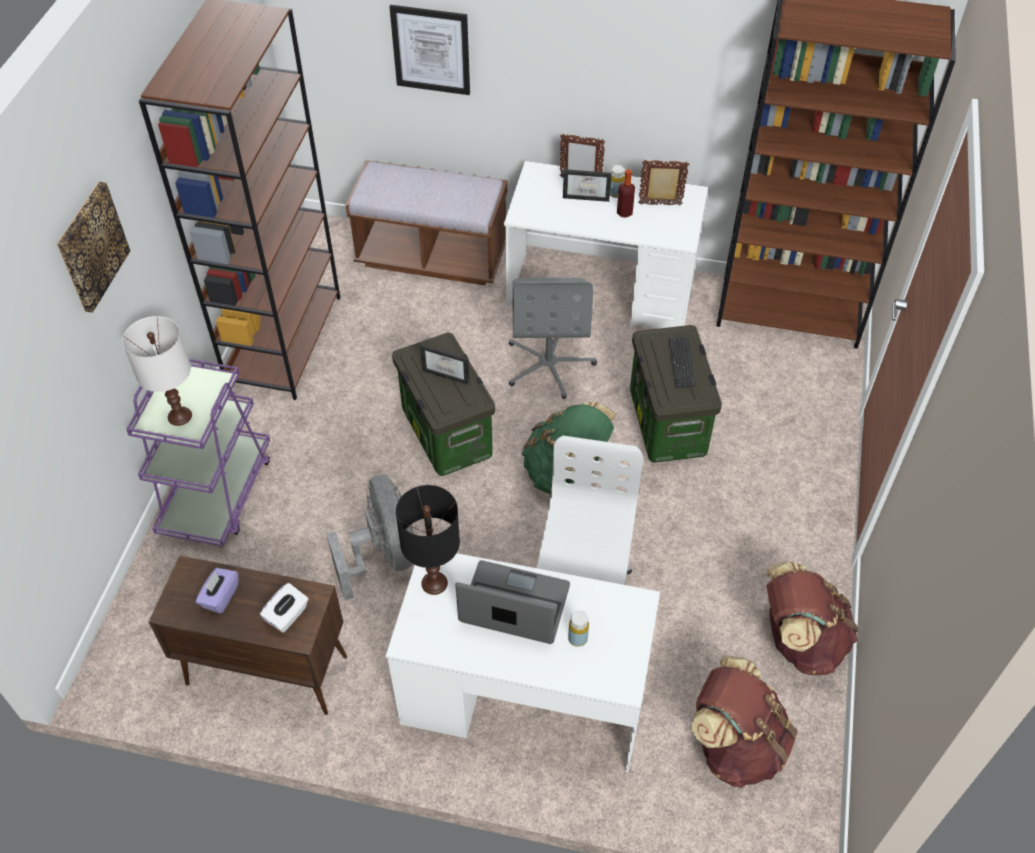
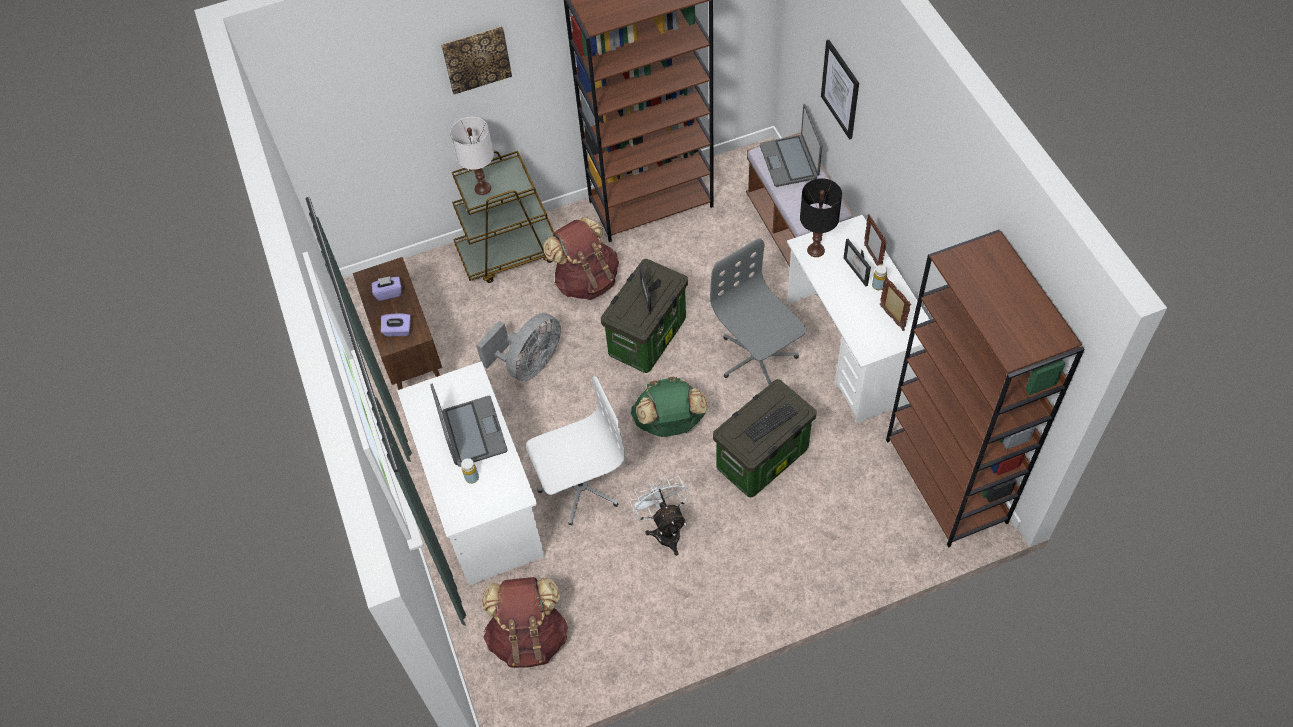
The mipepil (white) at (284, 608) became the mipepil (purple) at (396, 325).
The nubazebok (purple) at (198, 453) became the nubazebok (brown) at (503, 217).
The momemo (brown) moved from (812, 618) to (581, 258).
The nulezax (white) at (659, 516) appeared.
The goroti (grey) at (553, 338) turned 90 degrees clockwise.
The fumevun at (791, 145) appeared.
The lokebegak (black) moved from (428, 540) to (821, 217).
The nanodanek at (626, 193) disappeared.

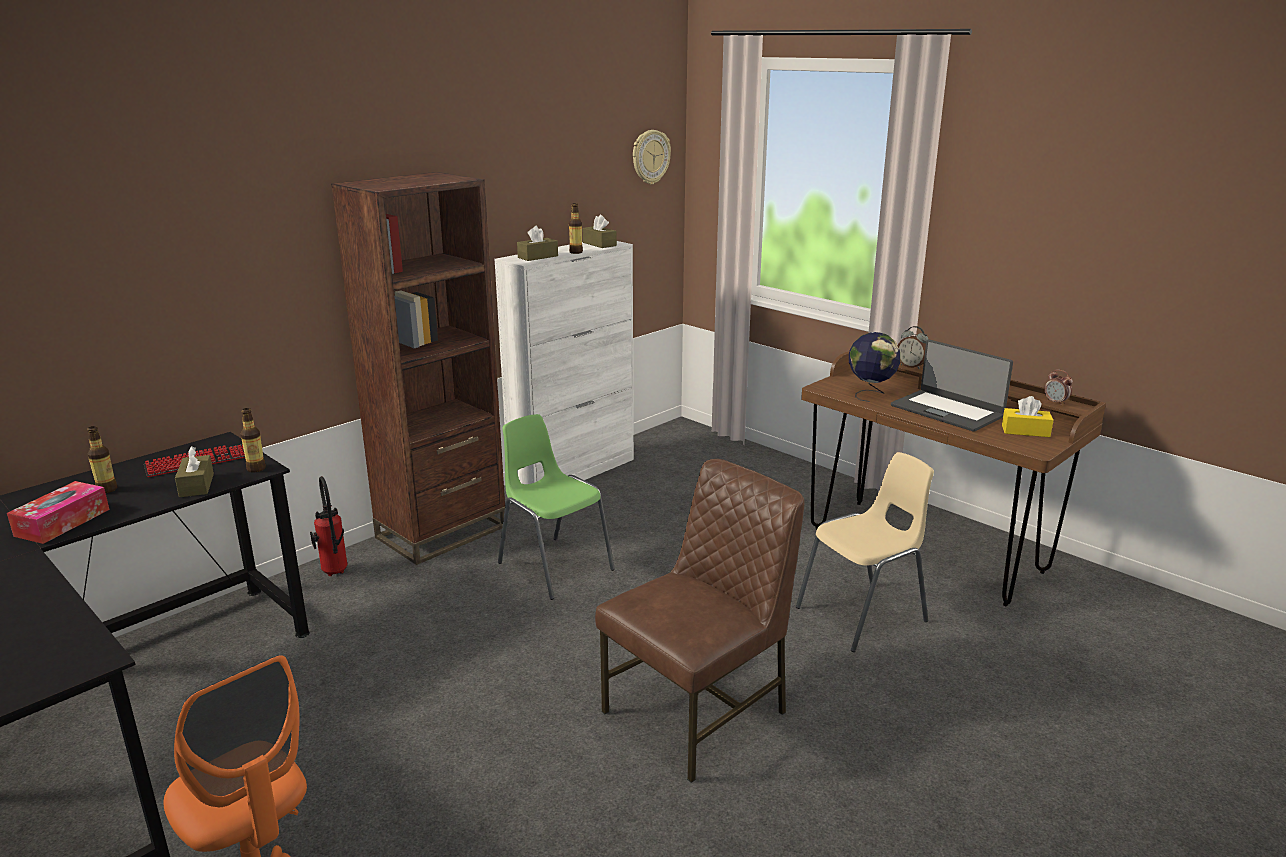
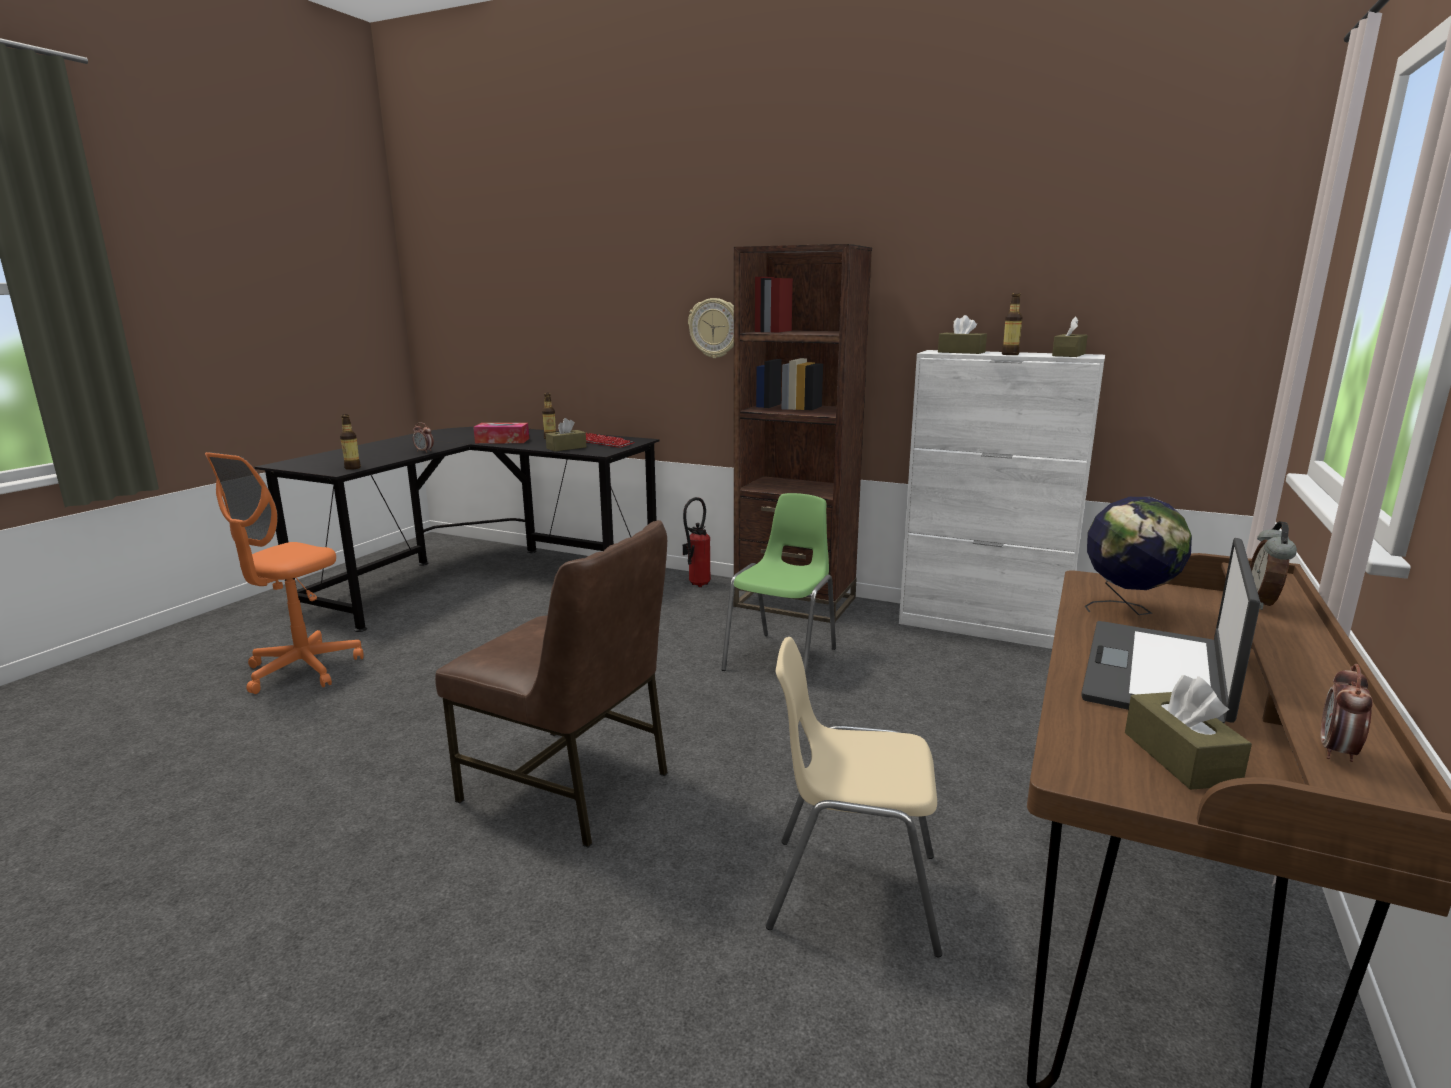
The nanodanek moved from (253, 440) to (350, 442).
The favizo at (423, 437) appeared.
The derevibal moved from (652, 157) to (711, 328).
The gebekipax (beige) at (865, 552) turned 150 degrees clockwise.
The mipepil (yellow) at (1027, 416) became the mipepil (brown) at (1188, 732).

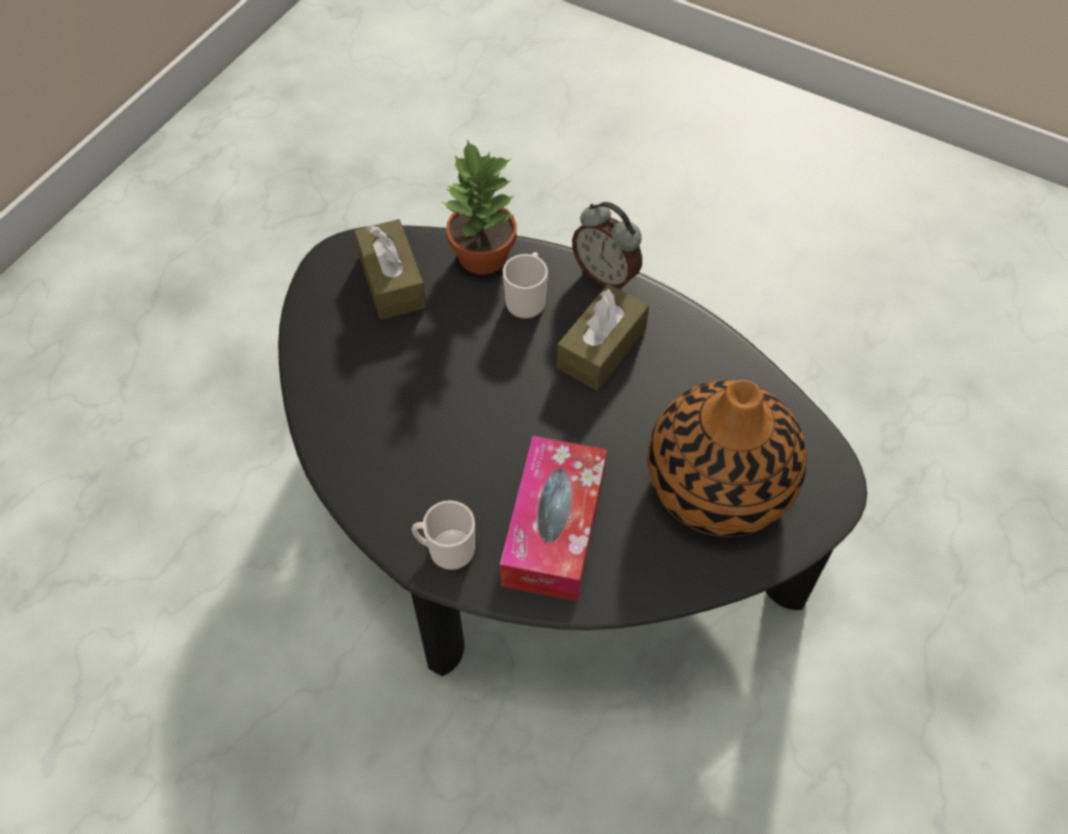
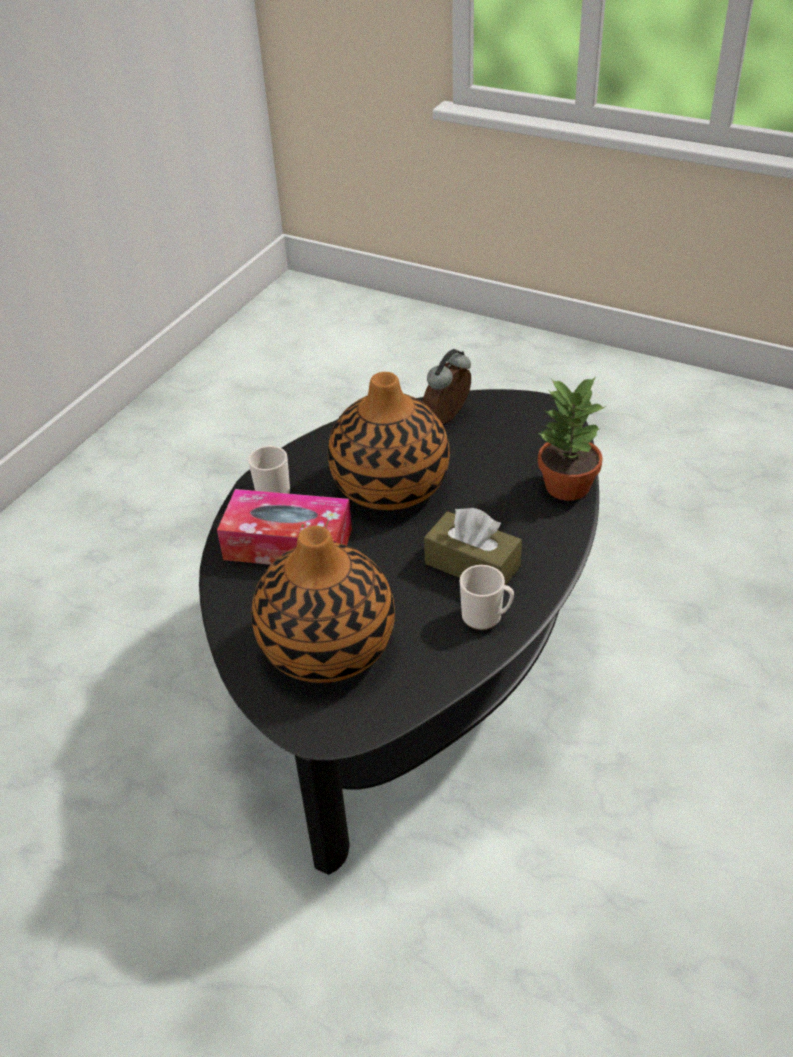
The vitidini at (389, 441) appeared.
The favizo moved from (607, 246) to (447, 386).
The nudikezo moved from (525, 285) to (487, 597).
The mipepil (brown) at (390, 269) disappeared.

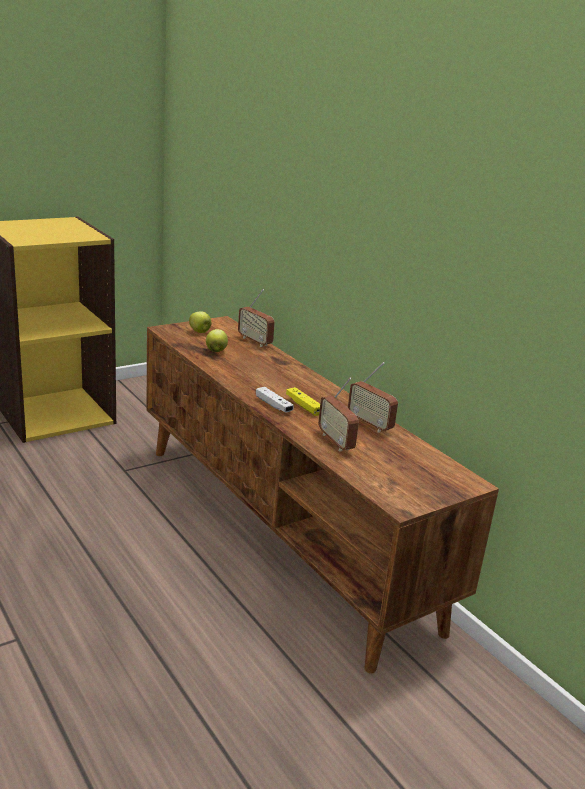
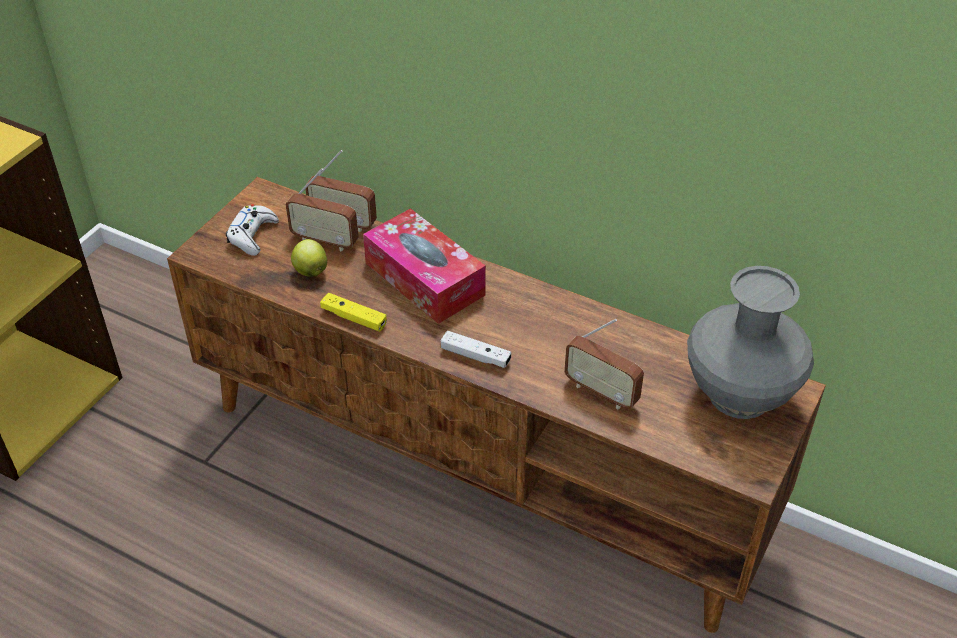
The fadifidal at (200, 322) was replaced by the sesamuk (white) at (252, 230).
The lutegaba moved from (373, 397) to (322, 209).
The sesamuk (yellow) moved from (303, 401) to (353, 312).
The mipepil at (424, 266) appeared.
The vitidini (grey) at (750, 342) appeared.

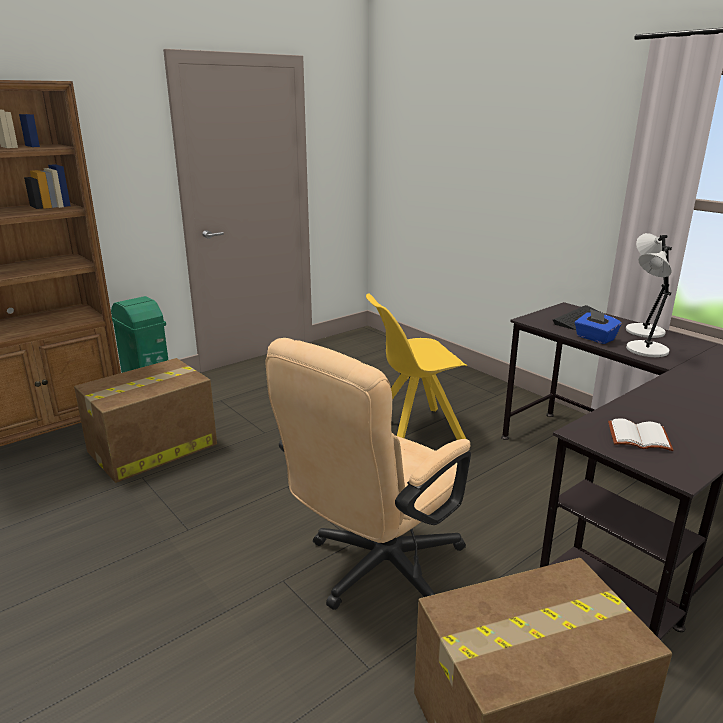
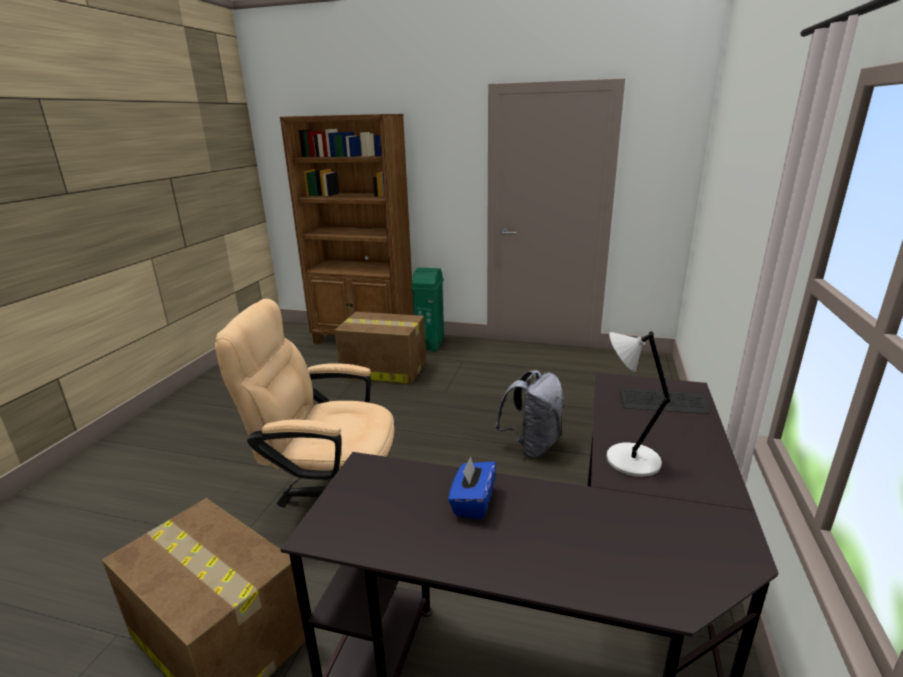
The mipepil (blue) moved from (598, 326) to (472, 488).
The gebekipax (yellow) at (416, 367) was replaced by the momemo (grey) at (529, 414).
The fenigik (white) at (640, 434) disappeared.
The lokebegak (grey) at (647, 285) disappeared.

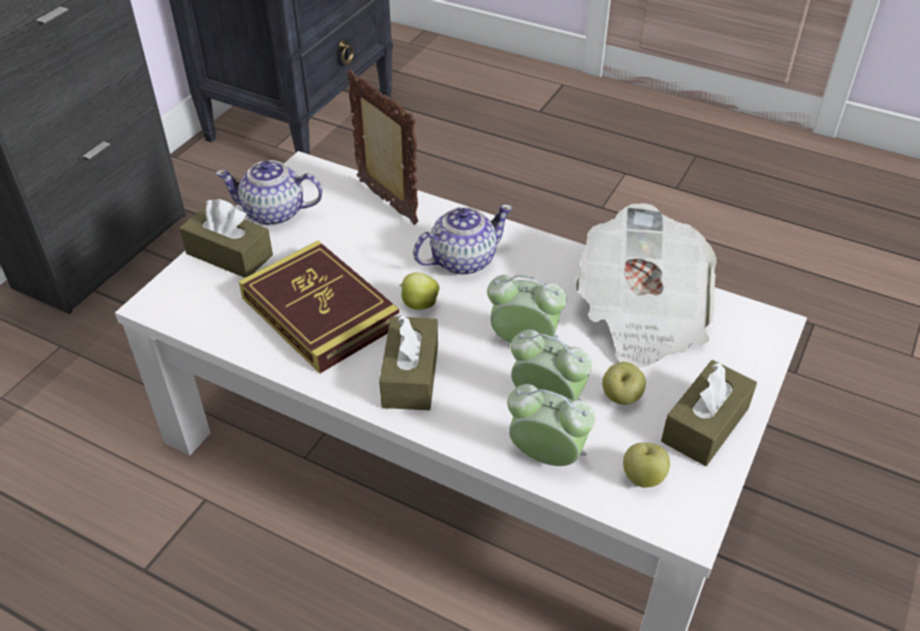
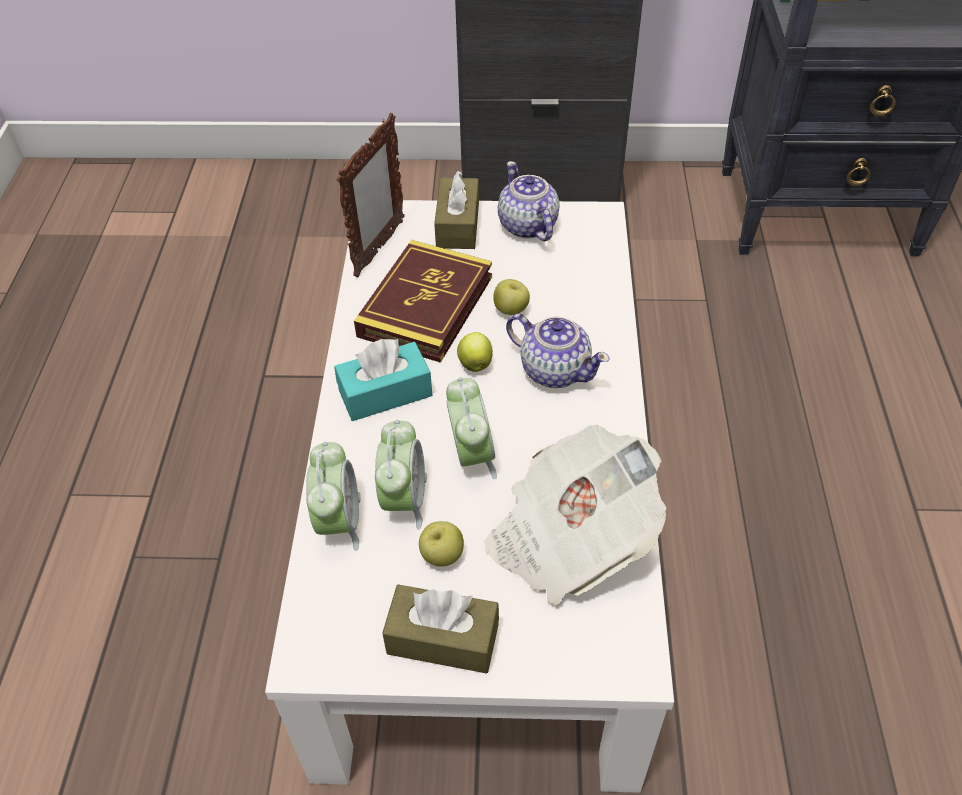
The mipepil (brown) at (408, 362) became the mipepil (turquoise) at (383, 380).
The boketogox moved from (382, 147) to (371, 195).
The fadifidal moved from (646, 465) to (511, 297).

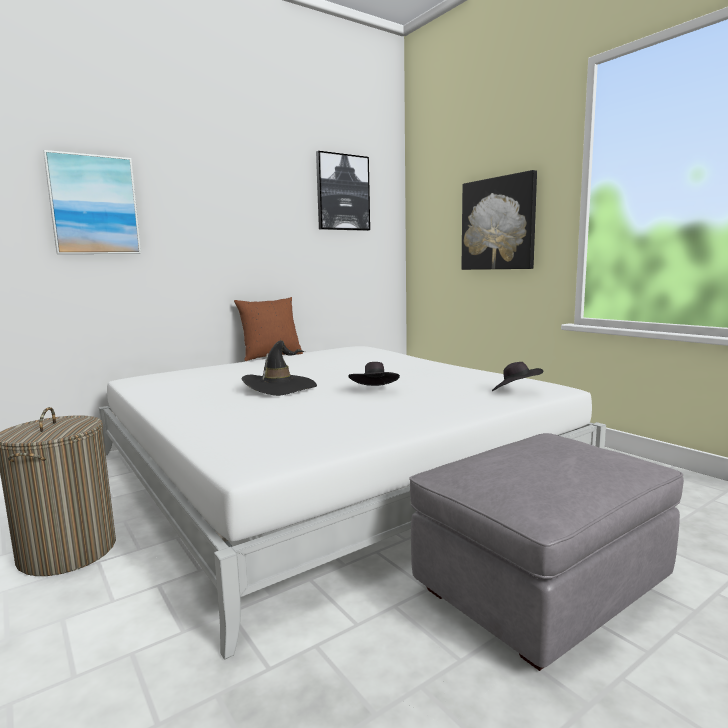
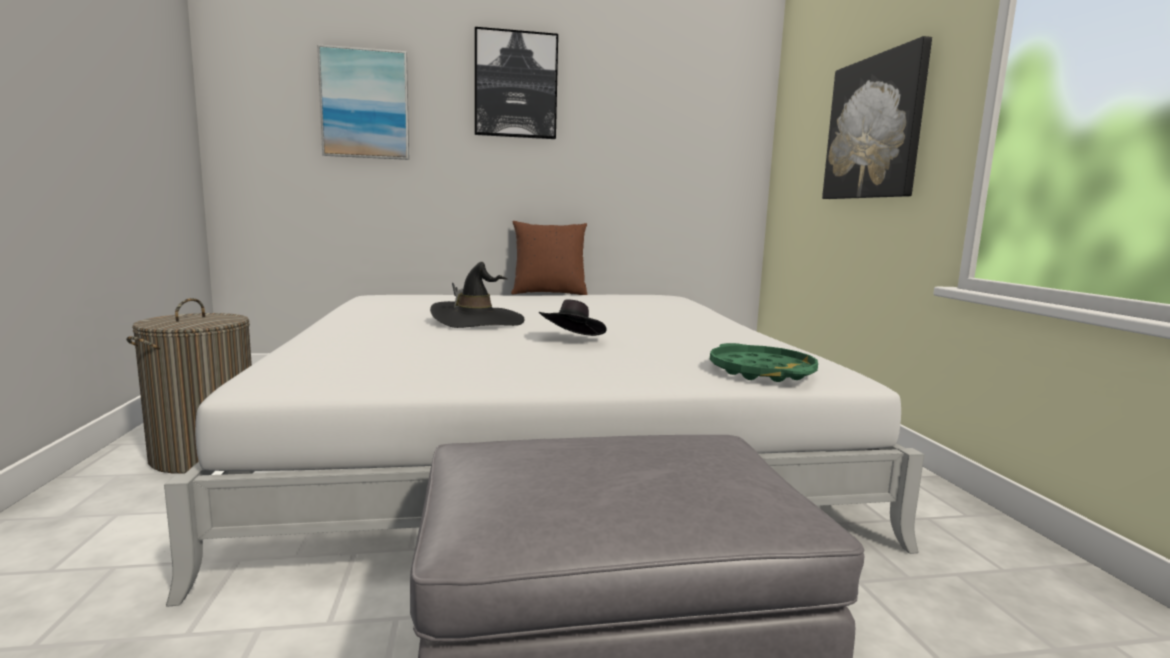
The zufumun moved from (343, 191) to (516, 83).
The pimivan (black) at (517, 376) was replaced by the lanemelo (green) at (764, 362).

